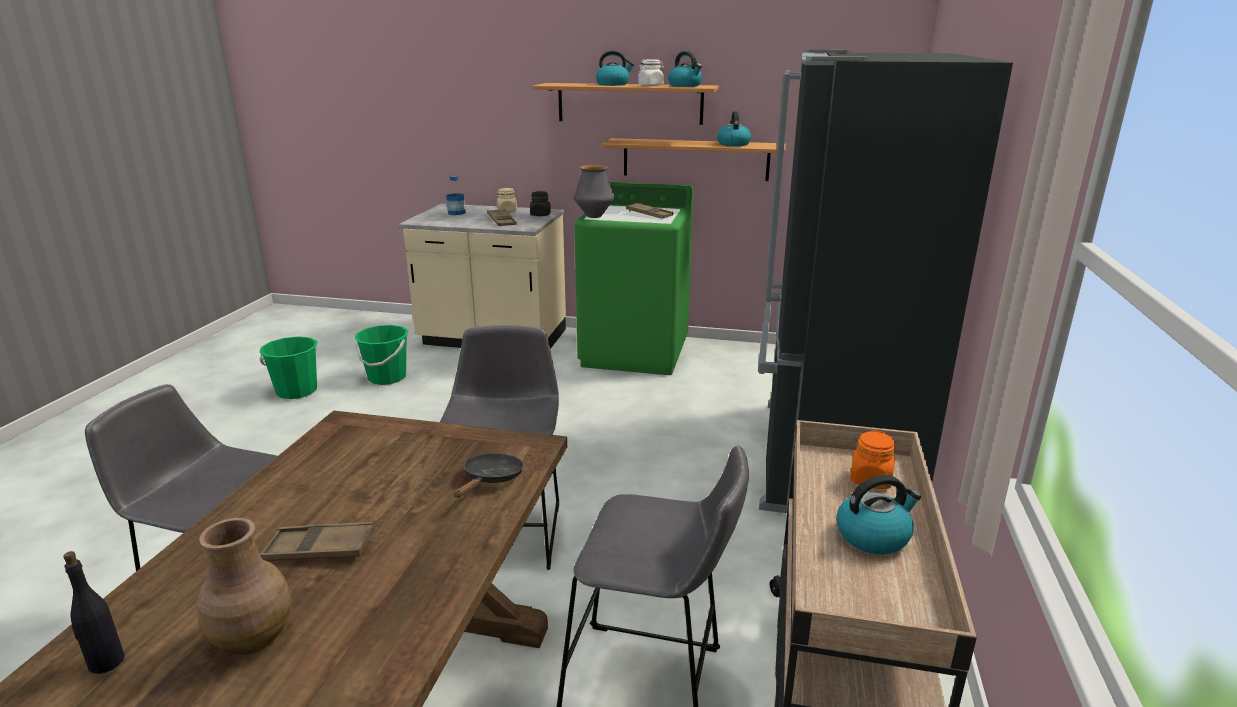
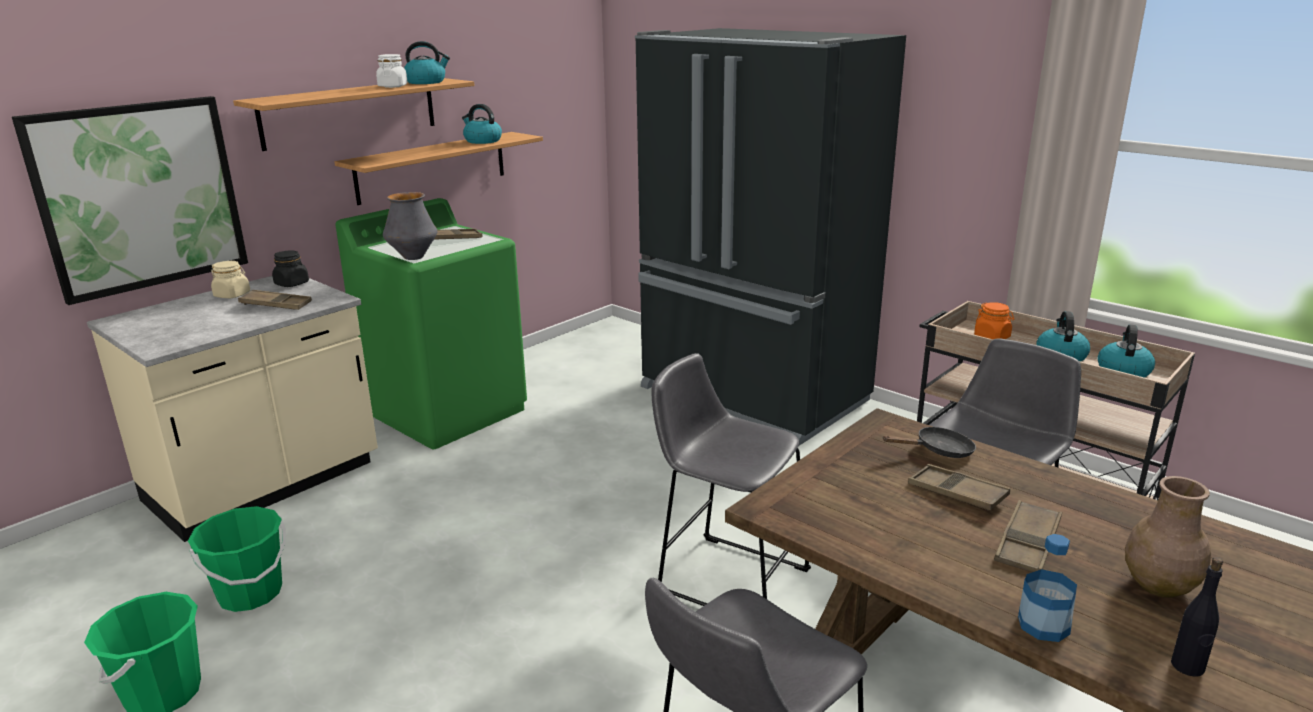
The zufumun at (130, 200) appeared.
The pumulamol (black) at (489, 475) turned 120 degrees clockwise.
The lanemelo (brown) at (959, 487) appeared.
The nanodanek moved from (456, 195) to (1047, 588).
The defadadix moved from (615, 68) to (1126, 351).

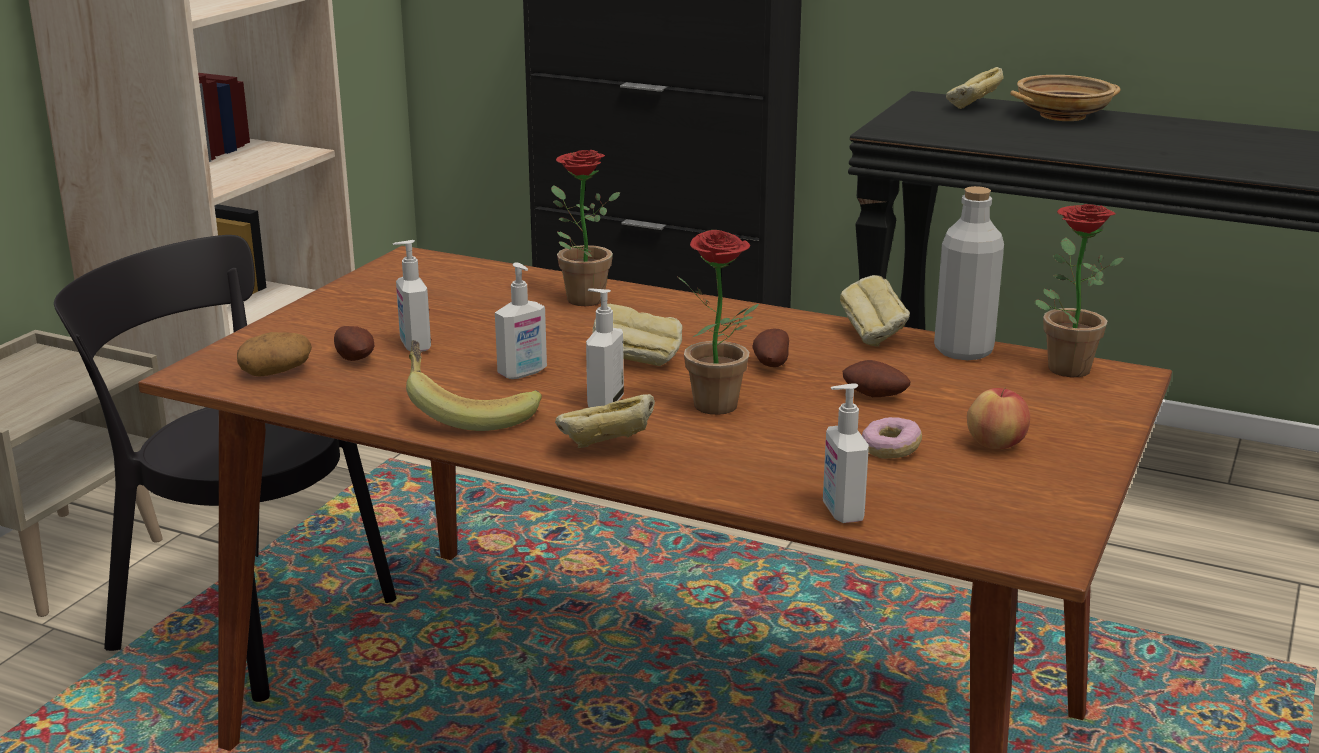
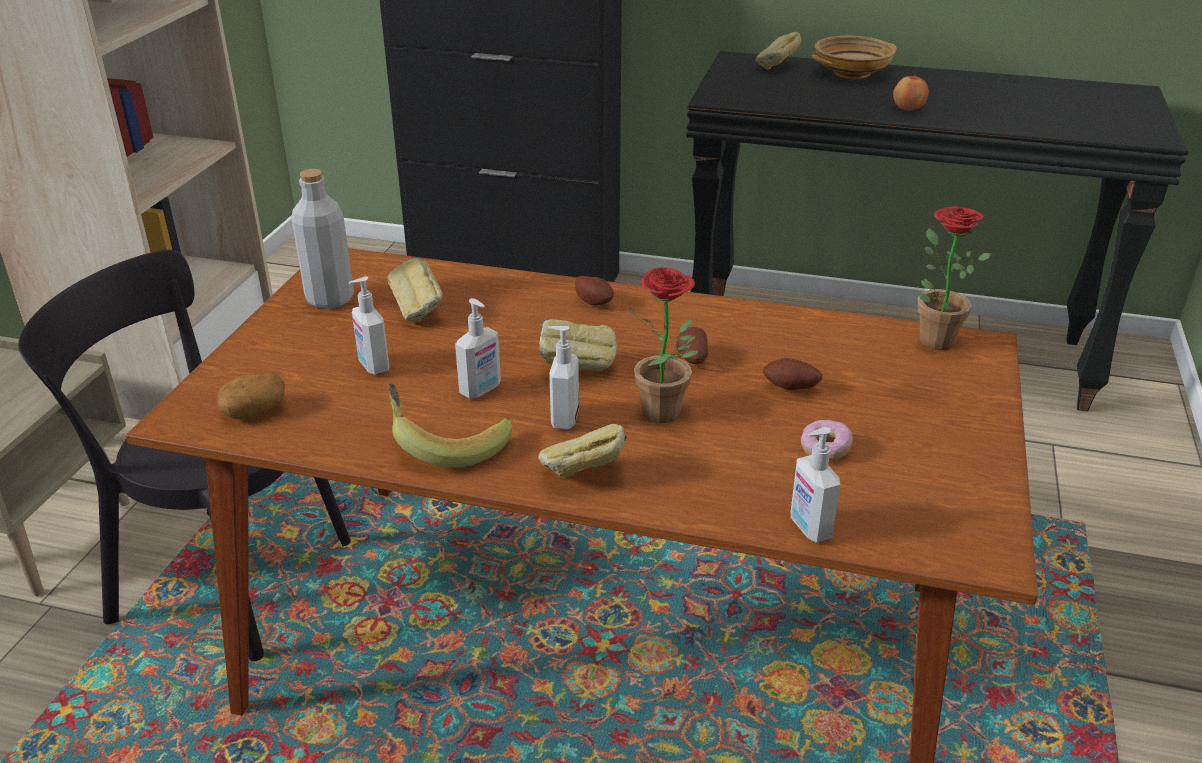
The nanodanek (grey) moved from (969, 273) to (322, 239).
The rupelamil moved from (875, 311) to (415, 290).
The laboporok moved from (354, 343) to (594, 290).
The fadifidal moved from (998, 418) to (911, 93).
The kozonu at (586, 228) disappeared.

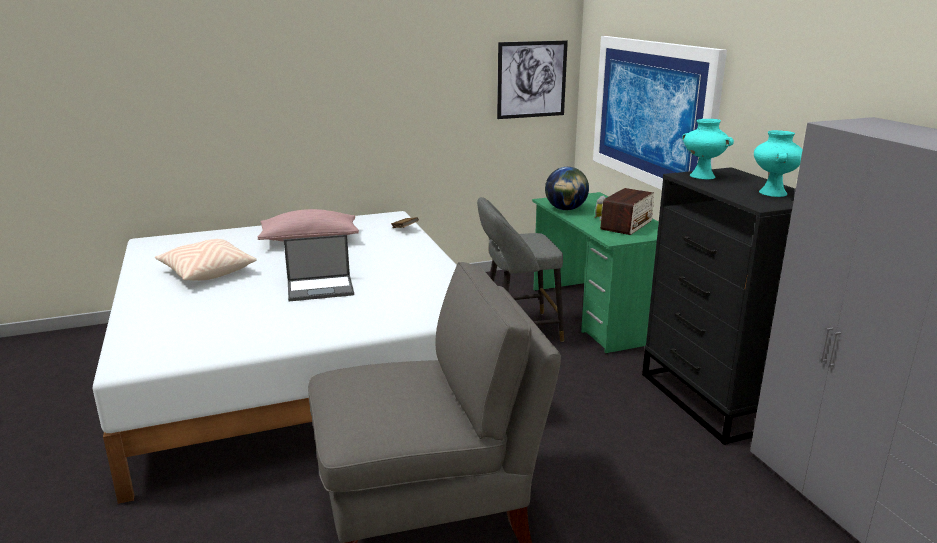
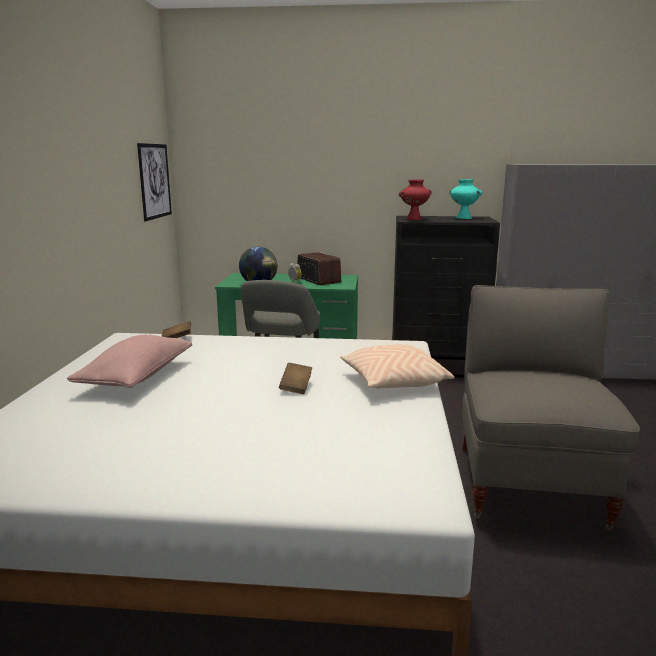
The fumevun at (319, 268) was replaced by the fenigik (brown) at (295, 378).
The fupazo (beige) moved from (206, 260) to (397, 366).
The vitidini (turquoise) at (708, 149) became the vitidini (red) at (415, 199).
The zufumun at (660, 113) disappeared.

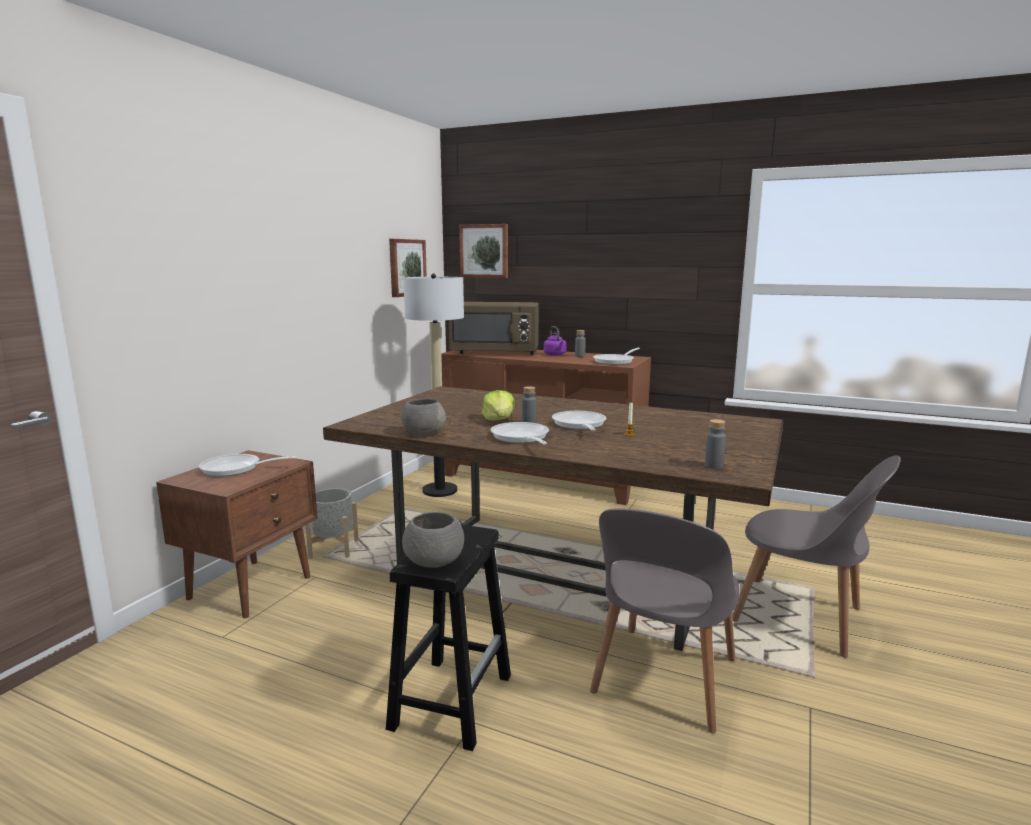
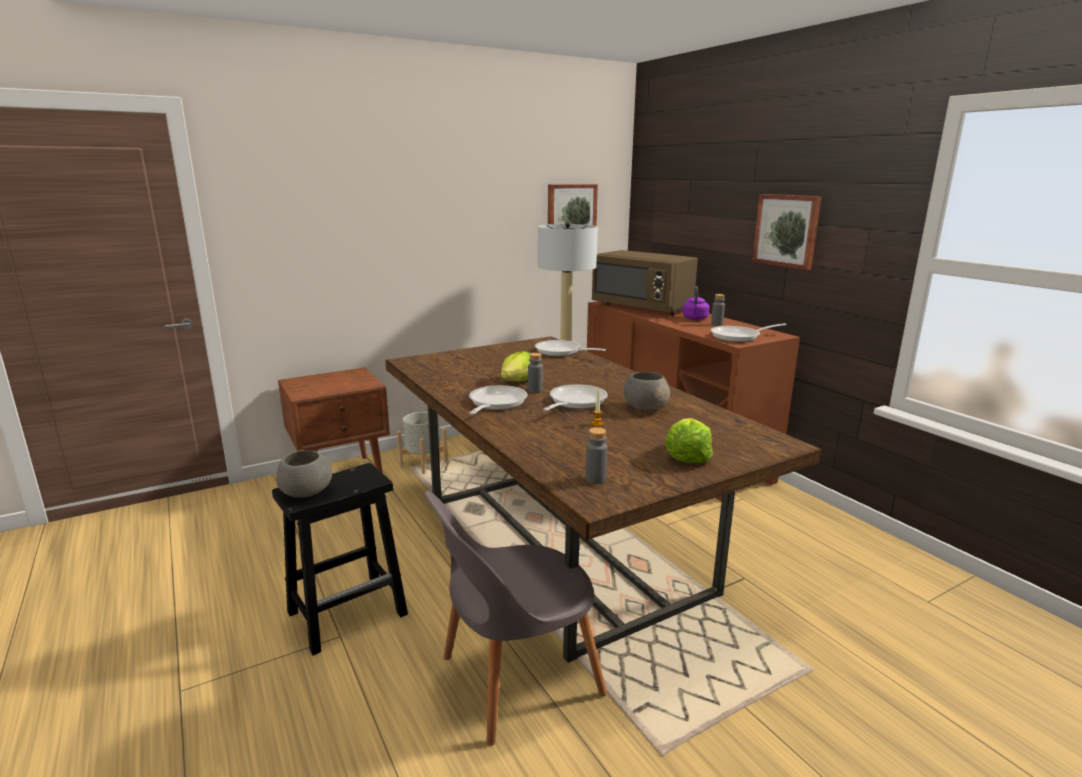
The pumulamol moved from (247, 465) to (570, 348).
The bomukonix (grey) moved from (423, 417) to (647, 391).
The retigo at (689, 440) appeared.
The zufumun moved from (483, 251) to (787, 232).
The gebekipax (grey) at (816, 556) disappeared.

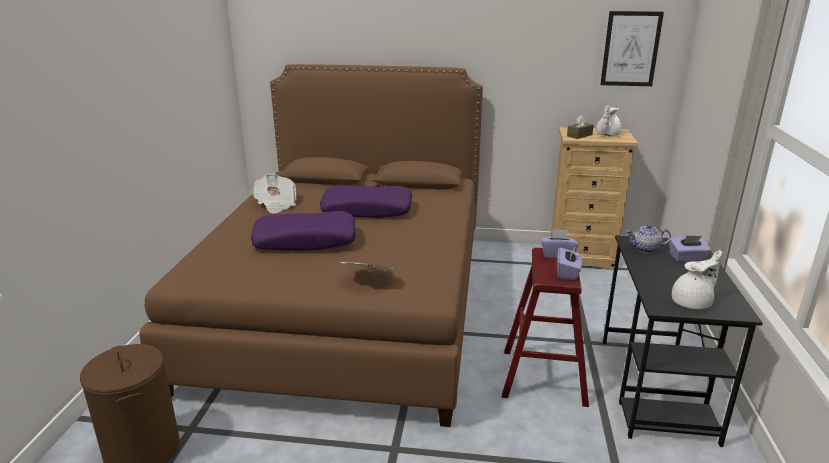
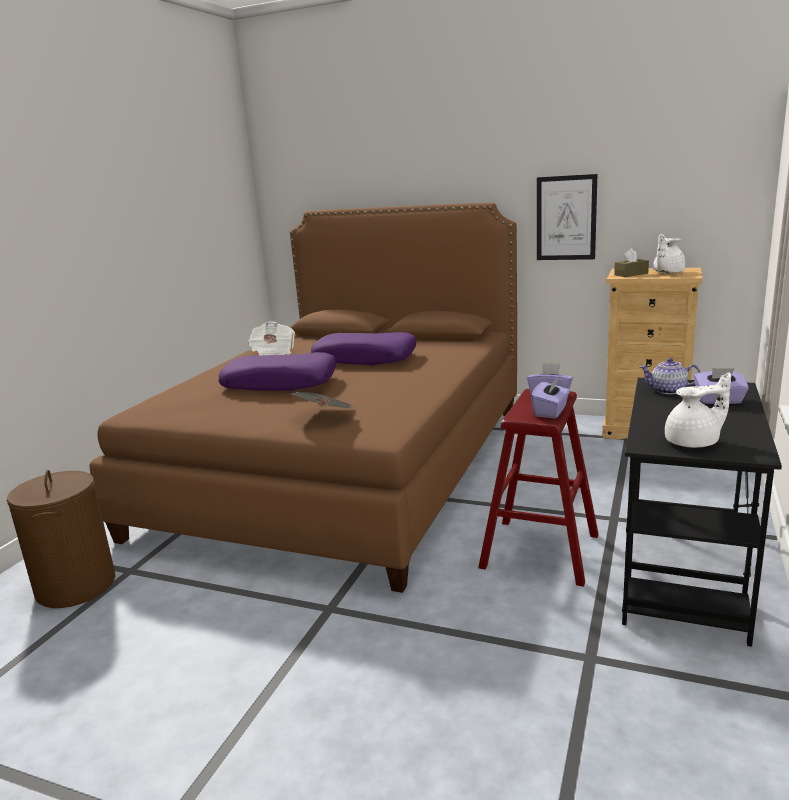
The zufumun moved from (632, 48) to (567, 217).

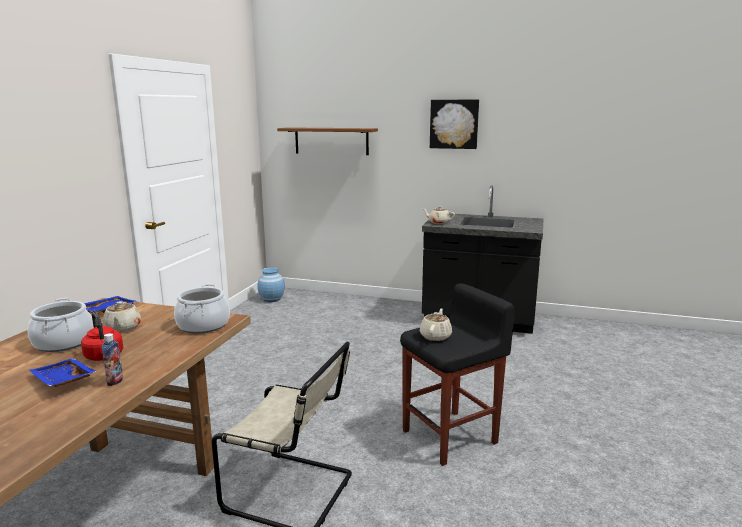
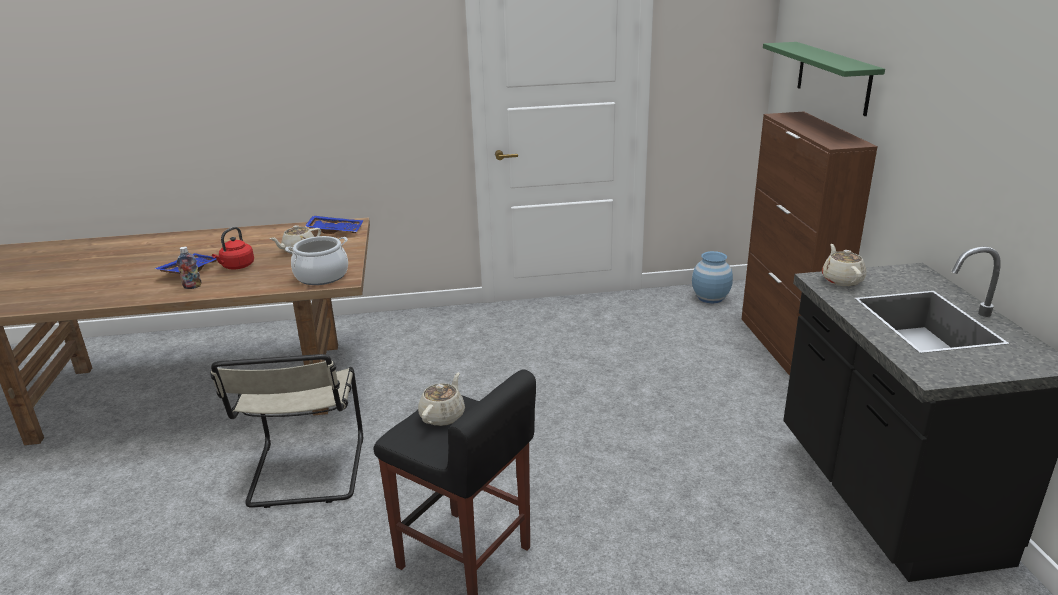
The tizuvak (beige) at (436, 324) turned 60 degrees counterclockwise.
The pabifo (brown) at (810, 244) appeared.
The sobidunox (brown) at (327, 141) became the sobidunox (green) at (824, 79).
The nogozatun at (61, 325) disappeared.
The zufumun at (454, 124) disappeared.

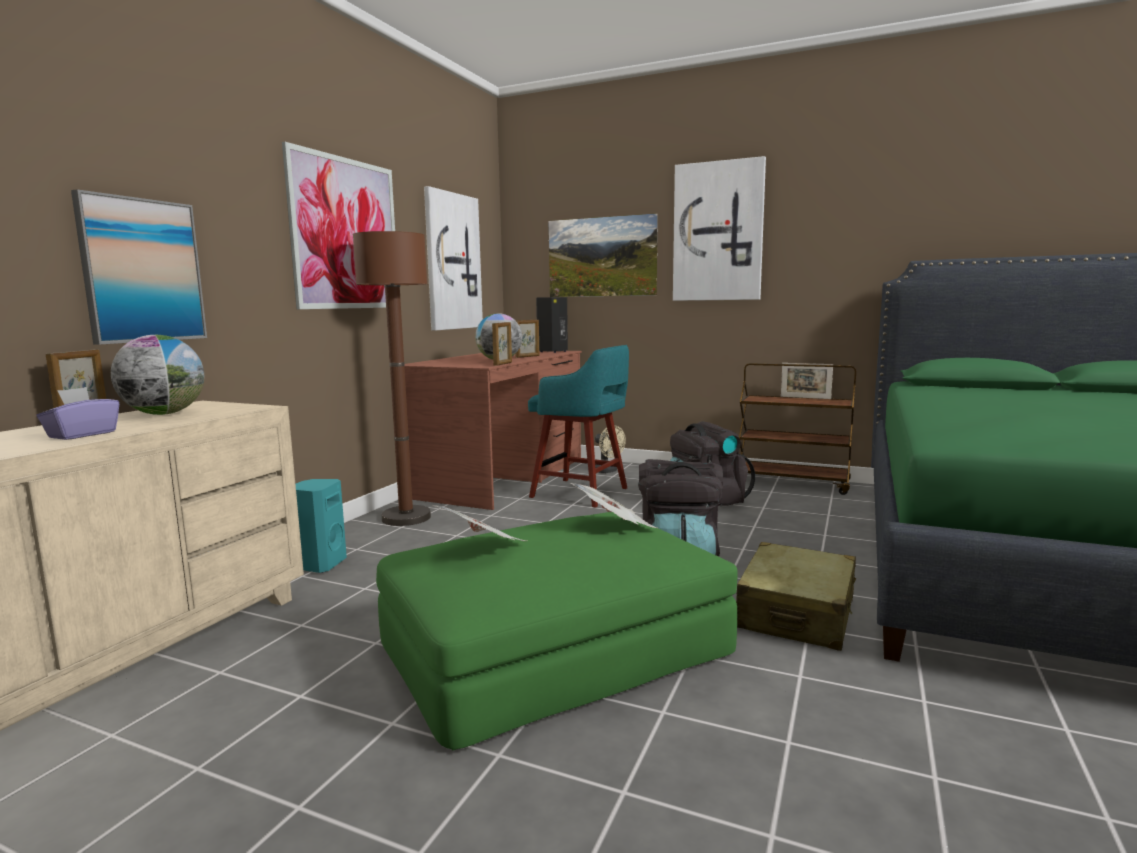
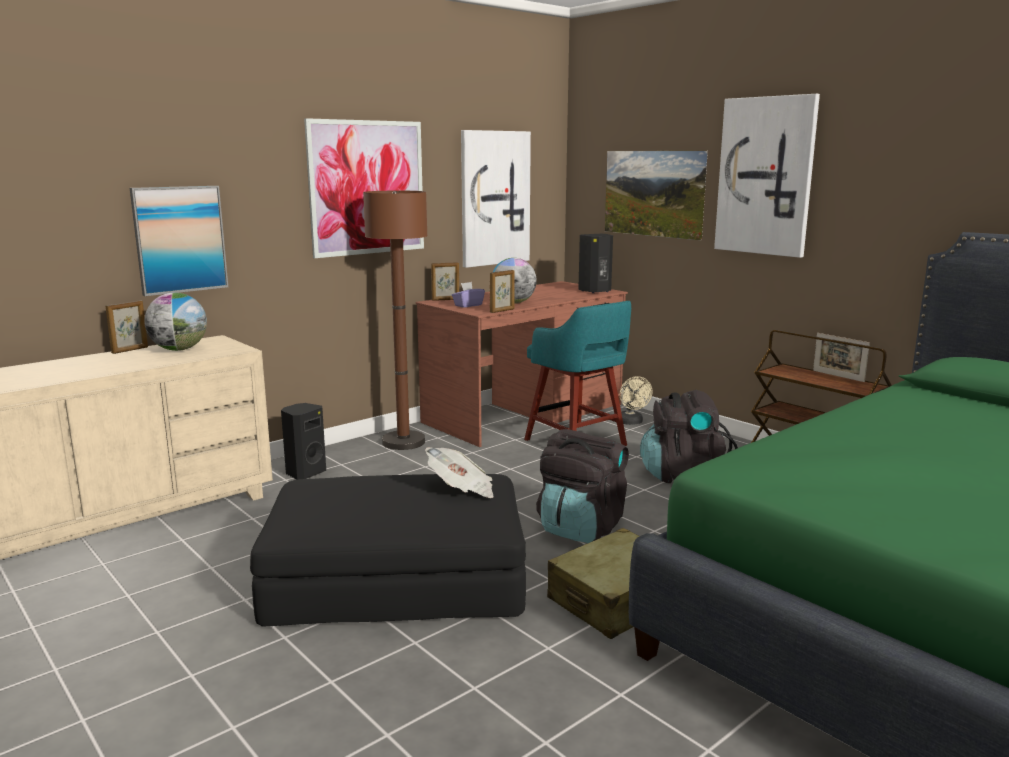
The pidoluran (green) at (557, 631) became the pidoluran (black) at (388, 550).
The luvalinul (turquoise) at (321, 526) became the luvalinul (black) at (303, 441).
The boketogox moved from (527, 339) to (445, 281).
The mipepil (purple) moved from (78, 413) to (468, 295).
The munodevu at (480, 523) disappeared.

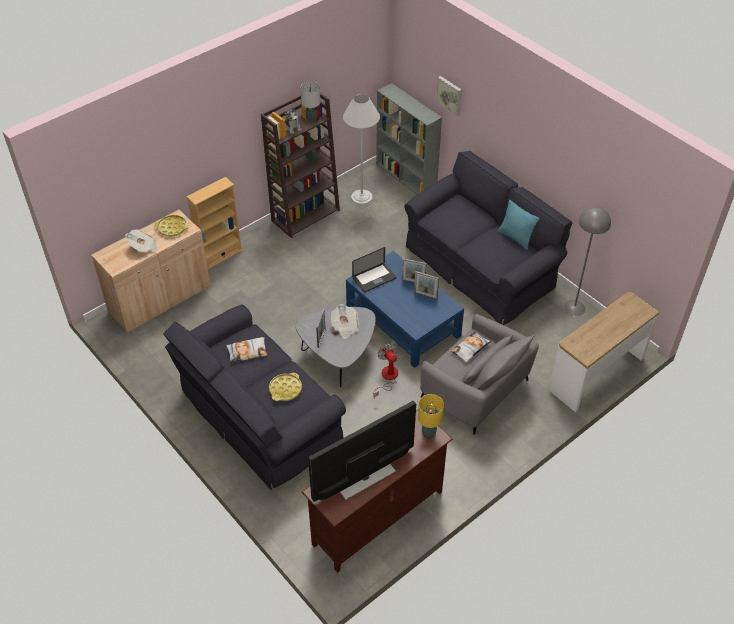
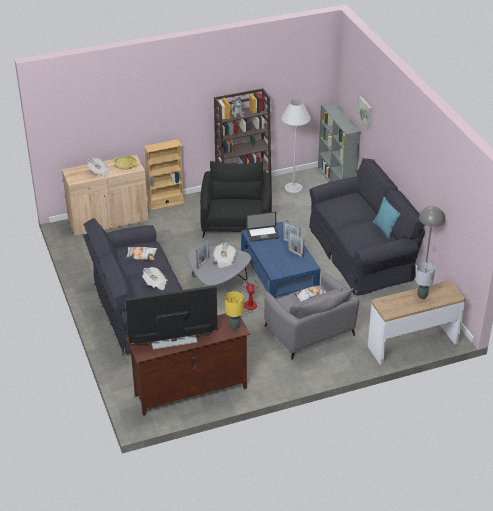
The lanemelo (yellow) at (285, 387) was replaced by the munodevu at (154, 278).
The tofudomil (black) at (236, 199) appeared.
The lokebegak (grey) moved from (310, 102) to (425, 280).

